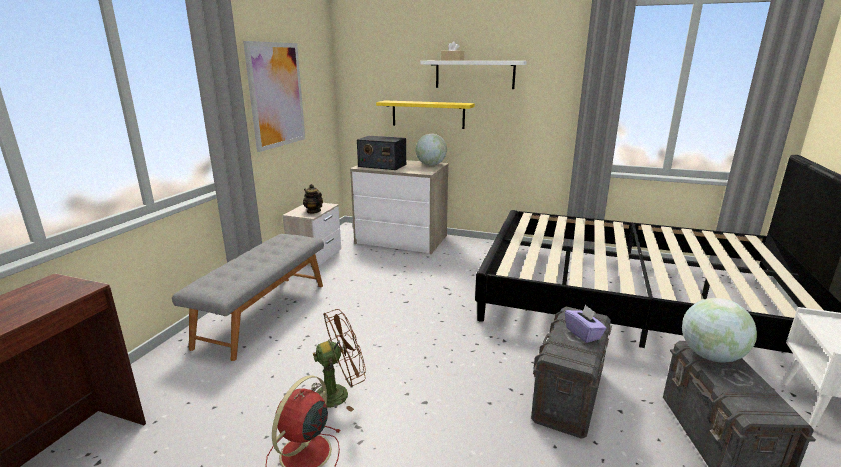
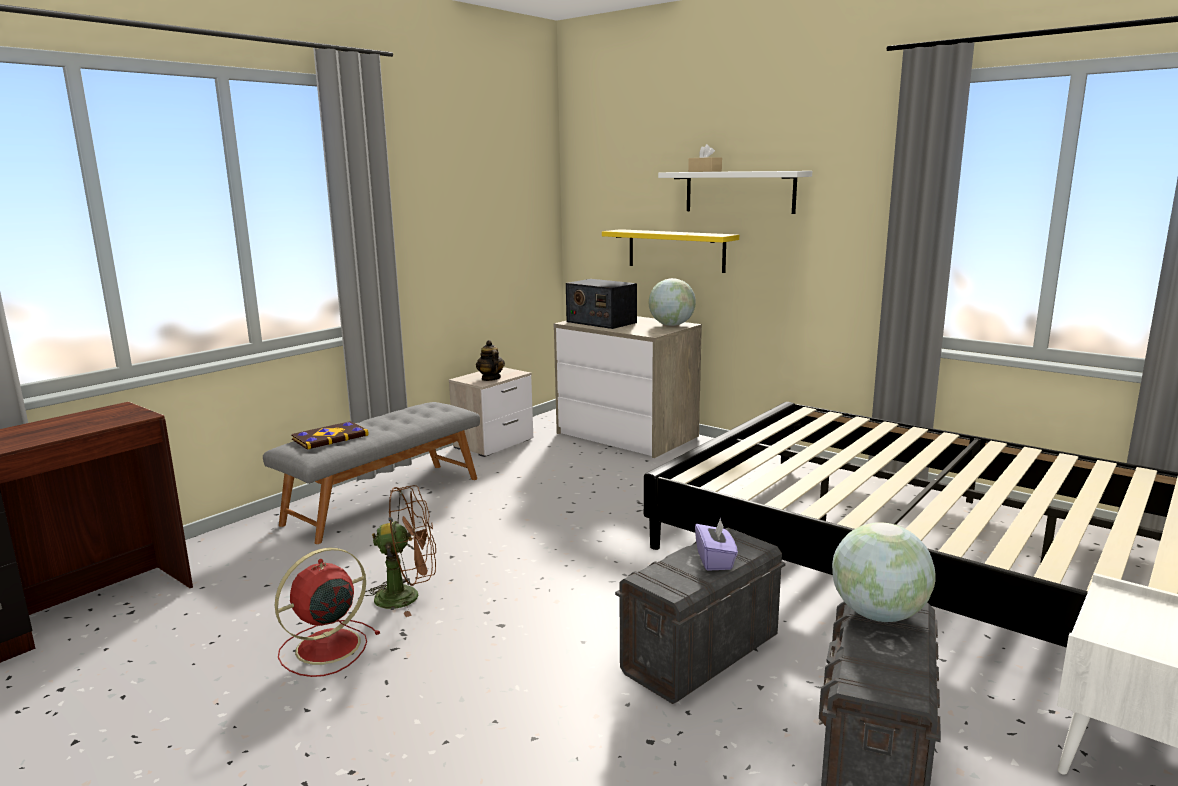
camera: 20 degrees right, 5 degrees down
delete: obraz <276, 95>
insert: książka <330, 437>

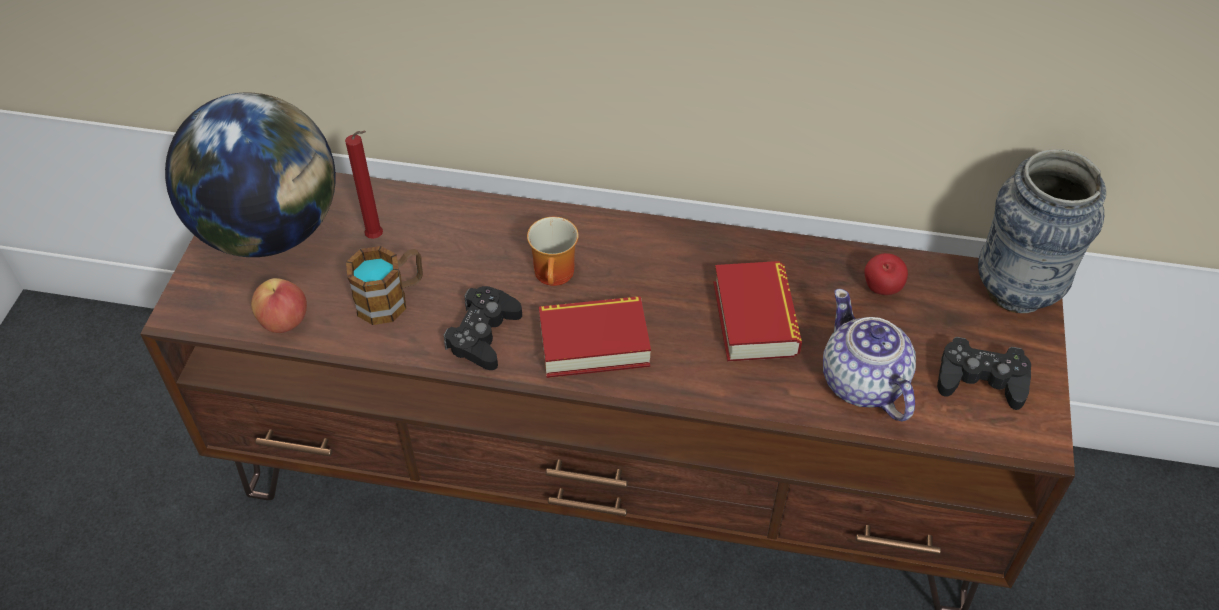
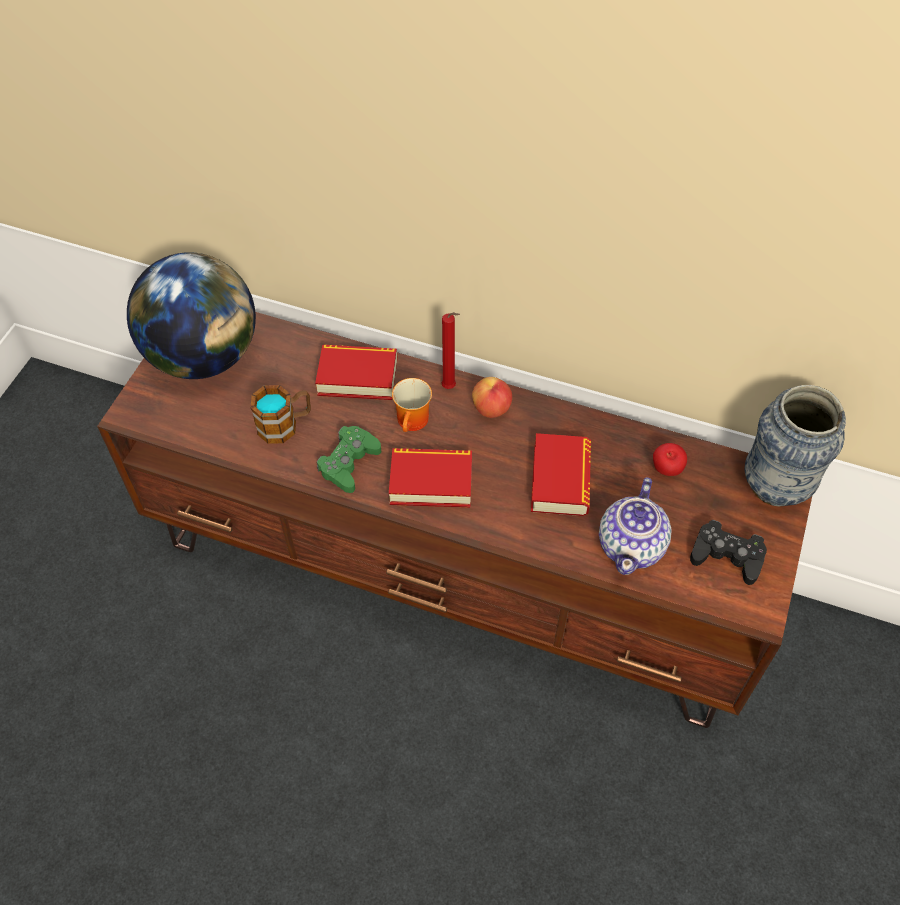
camera: 10 degrees right, 5 degrees up
insert: książka <358, 377>
move: jabłko <284, 321> to <491, 409>; świeca [czerwony] <377, 238> to <450, 388>
recolor: pad do gier [czarny] <483, 334> to pad do gier [zielony] <349, 463>
rotate: imbryk <862, 383> = <632, 545> 150 degrees counterclockwise

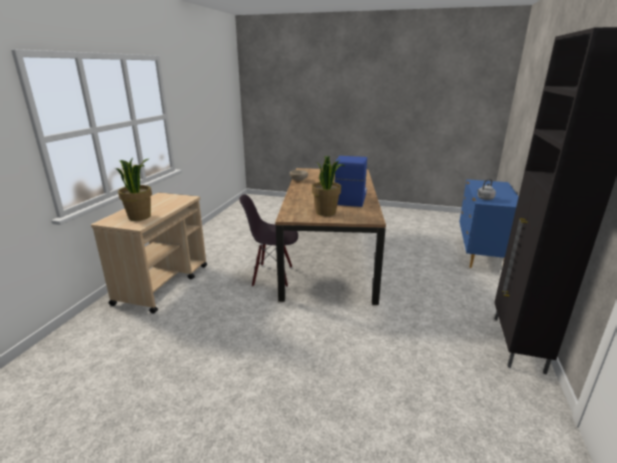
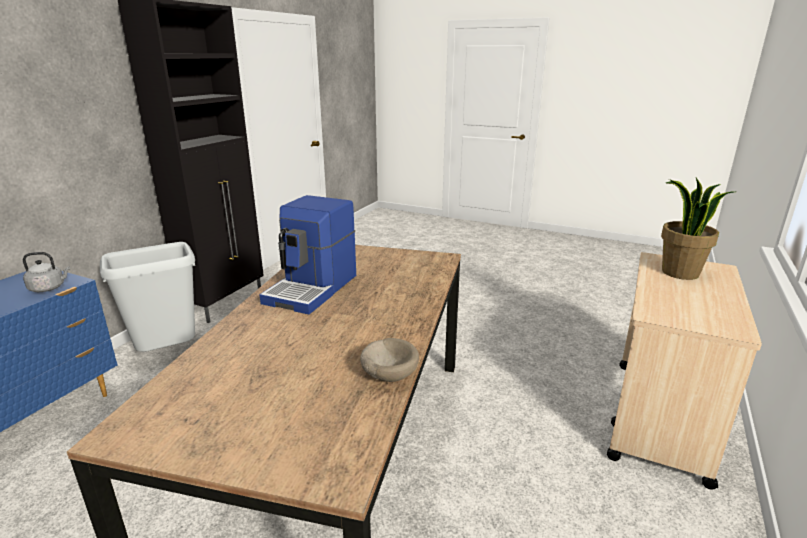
camera: 170 degrees left, 0 degrees up
delete: krzesło [czarny] <272, 275>; roślina doniczkowa <326, 212>
insert: kosz na śmieci [szary] <167, 354>

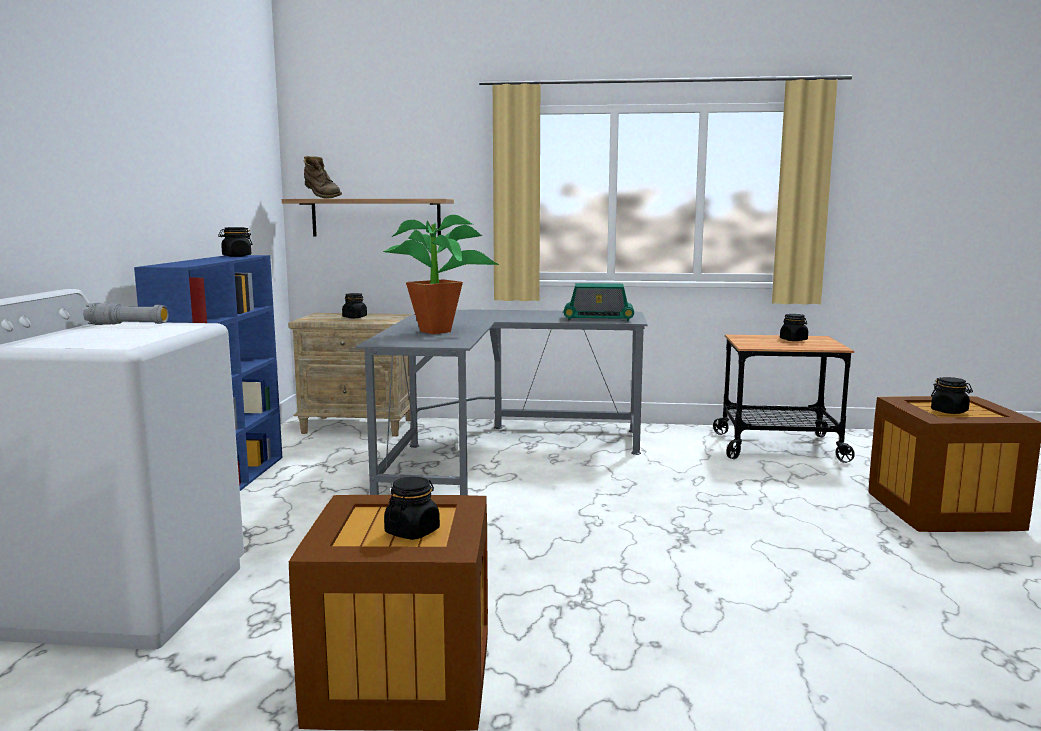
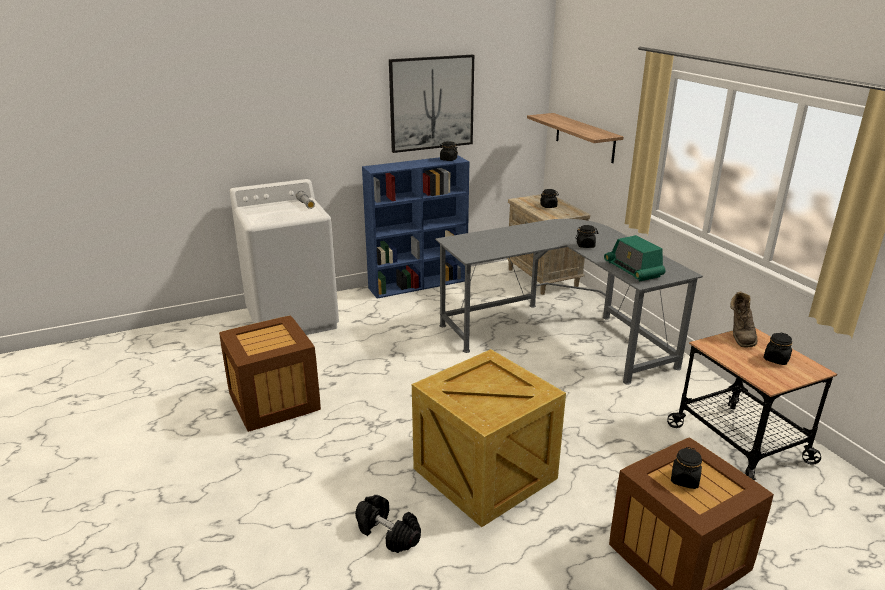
camera: 60 degrees right, 15 degrees up
delete: roślina doniczkowa <442, 331>
insert: hantel [czarny] <387, 533>; obraz <431, 103>; skrzynka <487, 473>
move: but z cholewką [brązowy] <321, 198> to <740, 336>; słoik [czarny] <412, 532> to <585, 245>

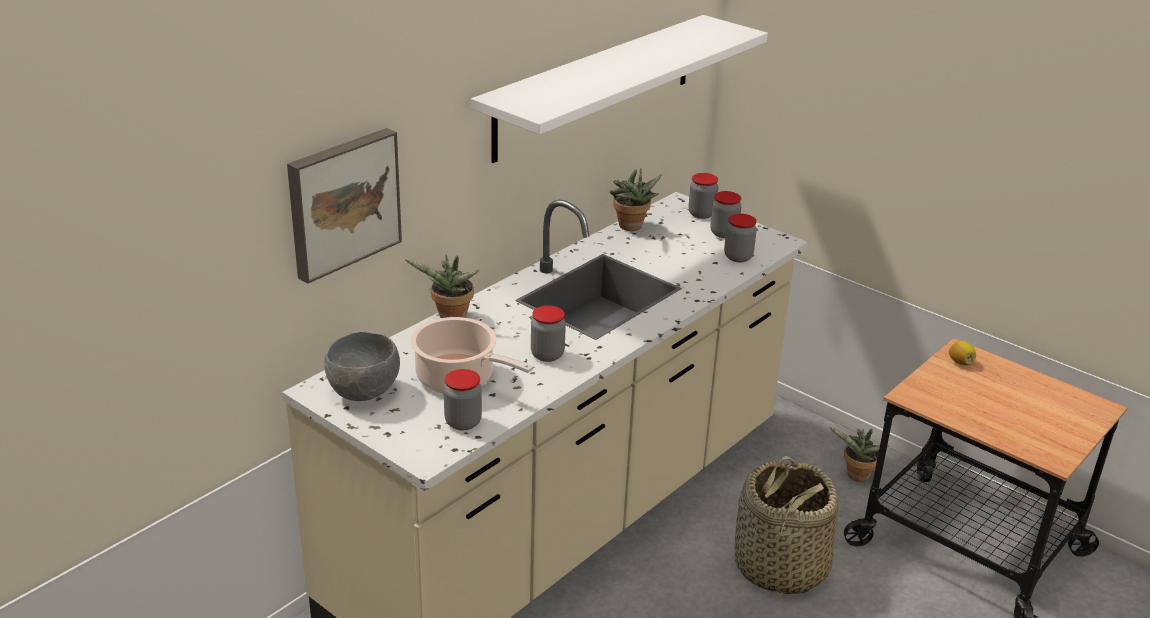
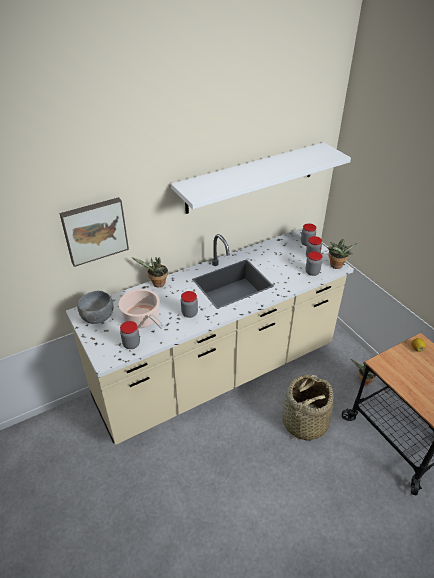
camera: 20 degrees right, 10 degrees up
move: roślina doniczkowa <631, 228> to <336, 266>

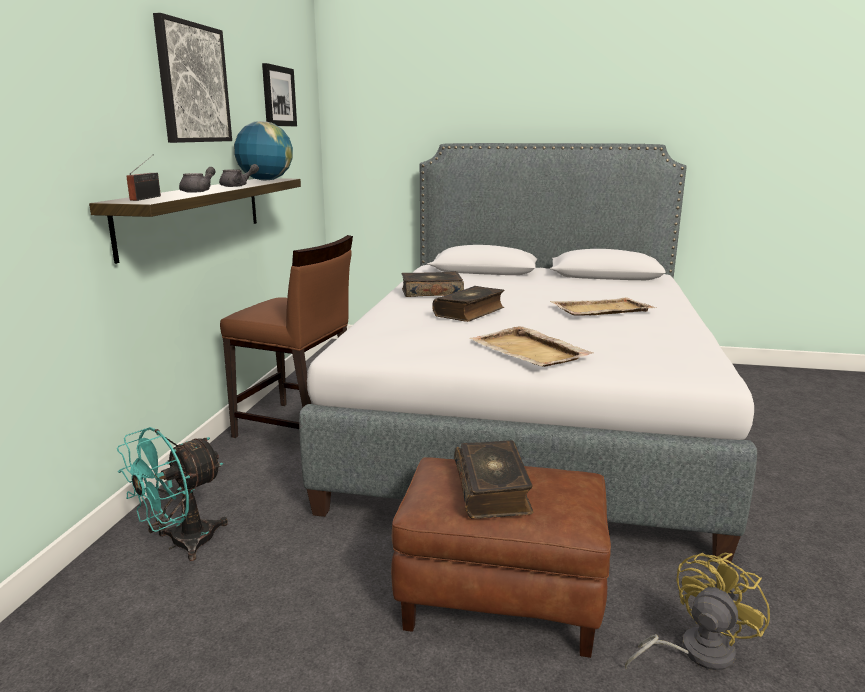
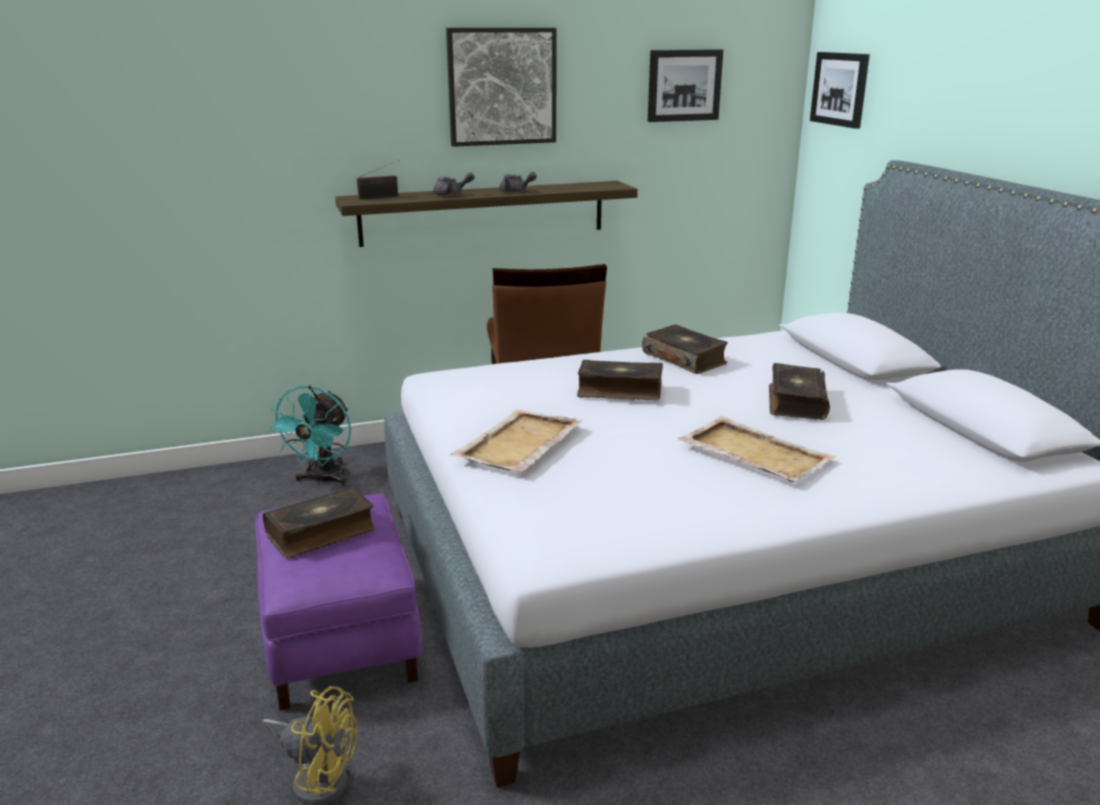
camera: 60 degrees right, 5 degrees up
delete: globus <265, 180>
insert: książka <795, 402>; obraz <840, 89>
recolor: pufa [brązowy] <502, 596> to pufa [fioletowy] <341, 641>
rotate: wentylator [turkusowy] <181, 544> = <323, 480> 90 degrees counterclockwise

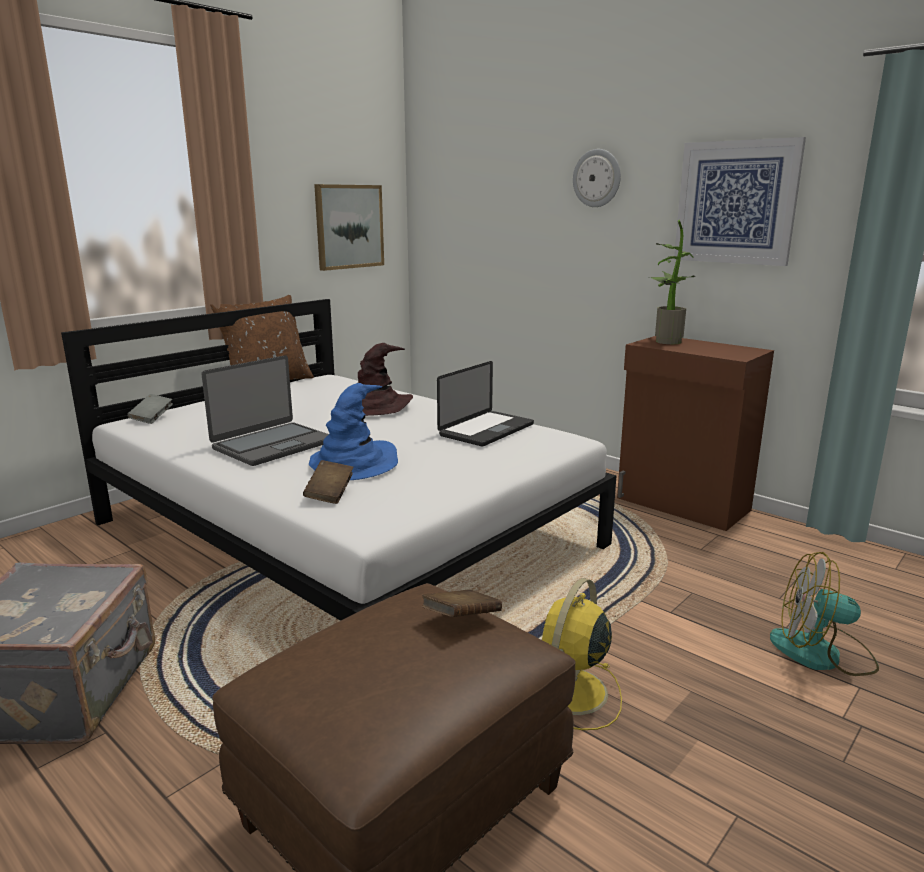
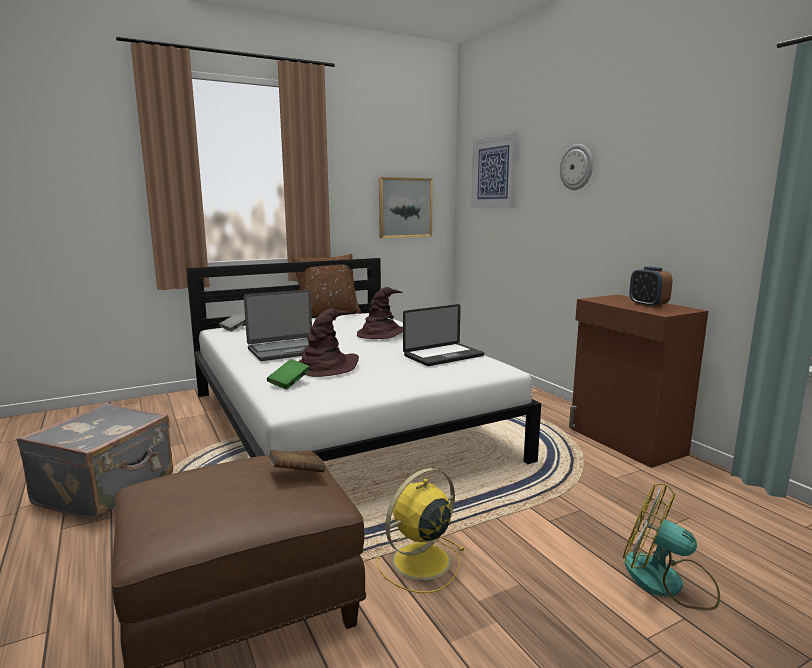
camera: 20 degrees right, 5 degrees down
delete: roślina doniczkowa <665, 341>
insert: budzik <648, 305>
move: obraz <736, 202> to <494, 173>
recolor: książka [brązowy] <330, 494> to książka [zielony] <289, 383>; kapelusz [niebieski] <354, 463> to kapelusz [brązowy] <326, 366>

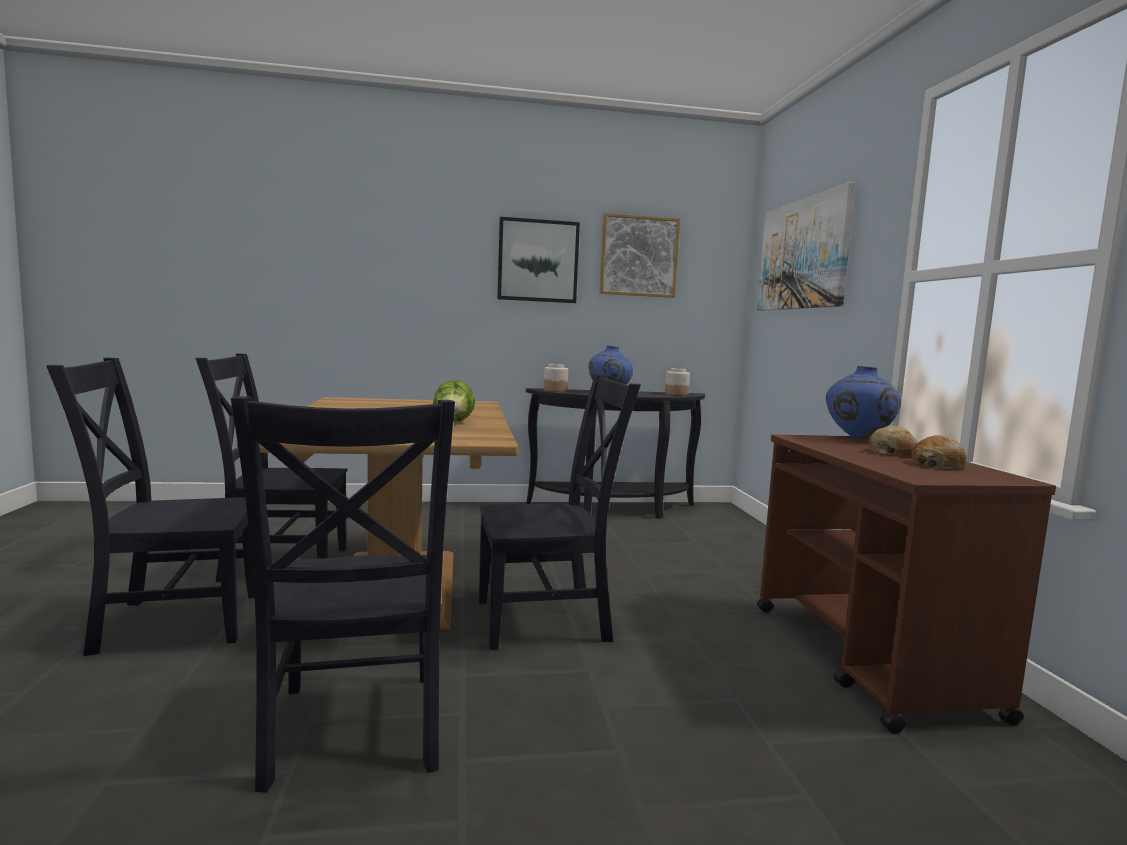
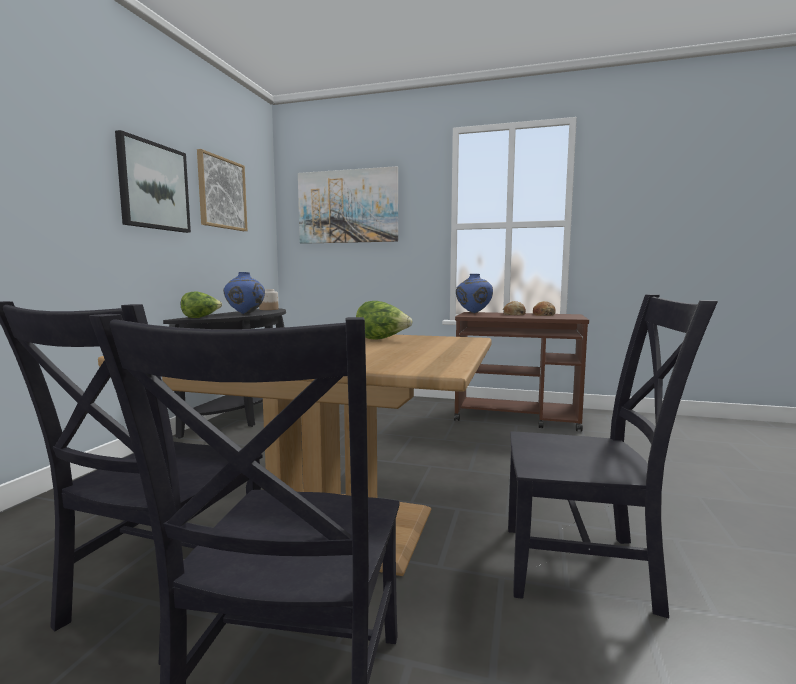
camera: 65 degrees left, 0 degrees up
delete: krzesło [czarny] <549, 620>
replace: słoik <555, 390> to sałata <201, 317>

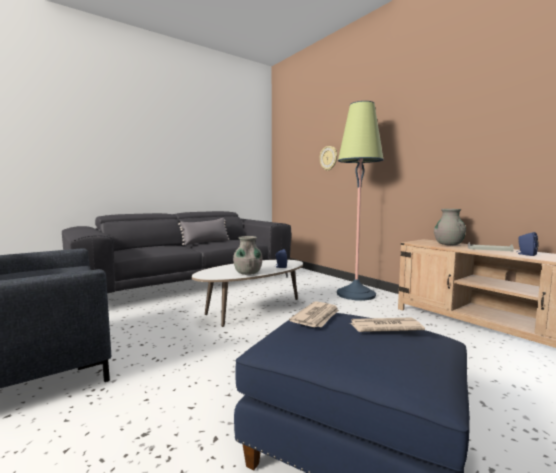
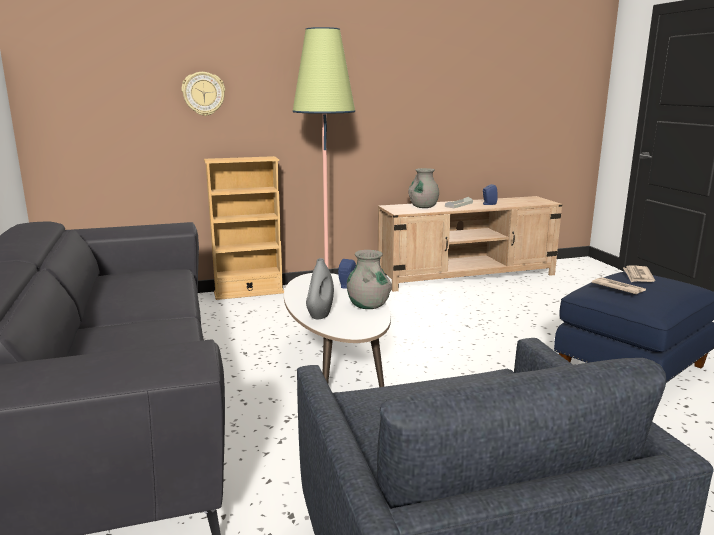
camera: 70 degrees left, 10 degrees up
delete: poduszka [szary] <206, 242>
insert: regał [beżowy] <249, 292>; wazon [szary] <320, 315>

